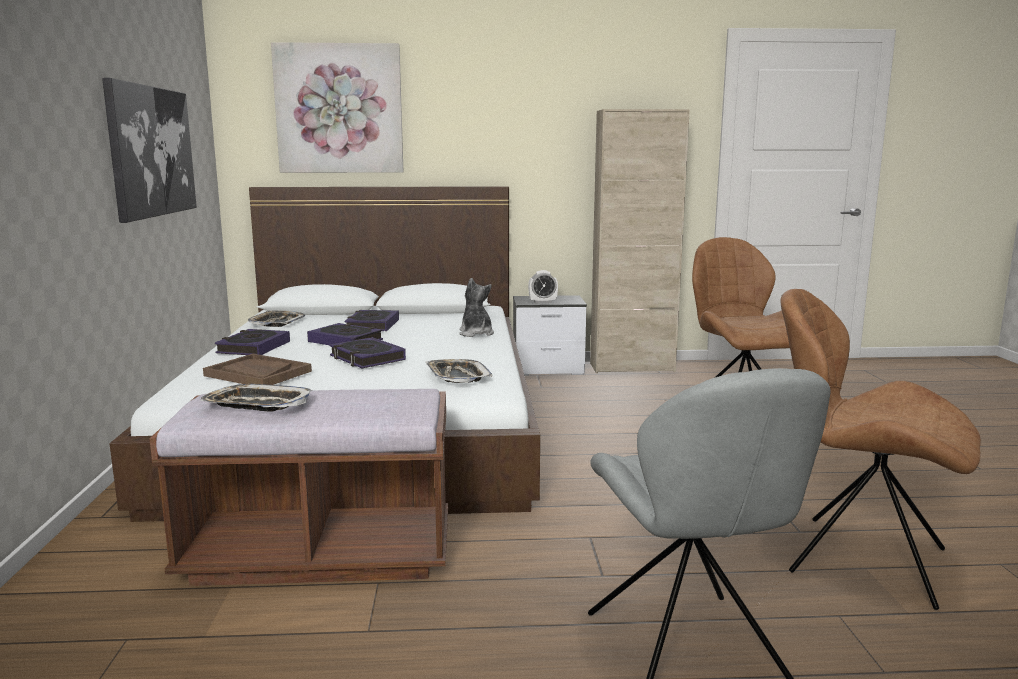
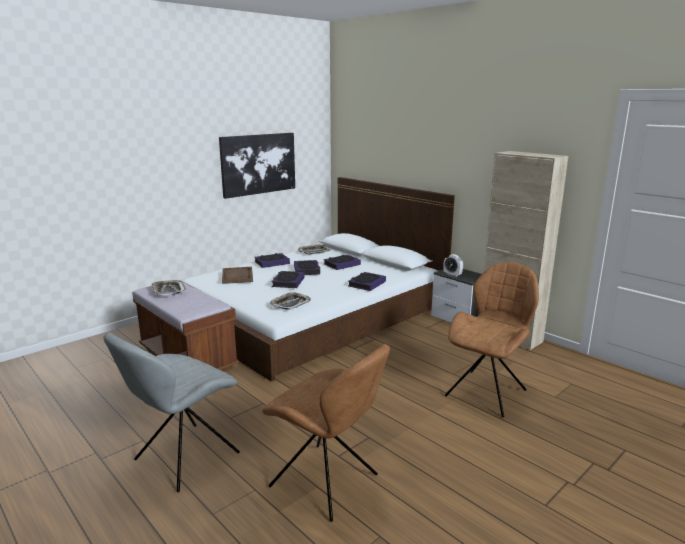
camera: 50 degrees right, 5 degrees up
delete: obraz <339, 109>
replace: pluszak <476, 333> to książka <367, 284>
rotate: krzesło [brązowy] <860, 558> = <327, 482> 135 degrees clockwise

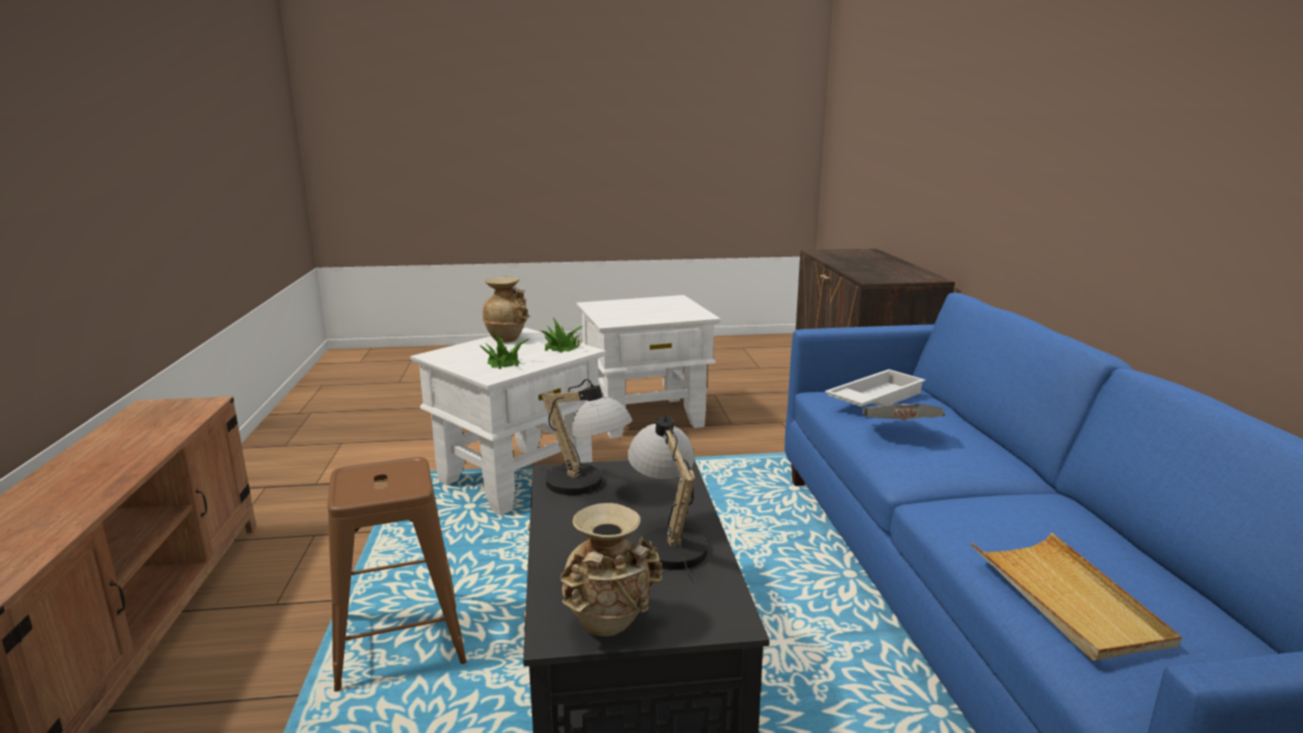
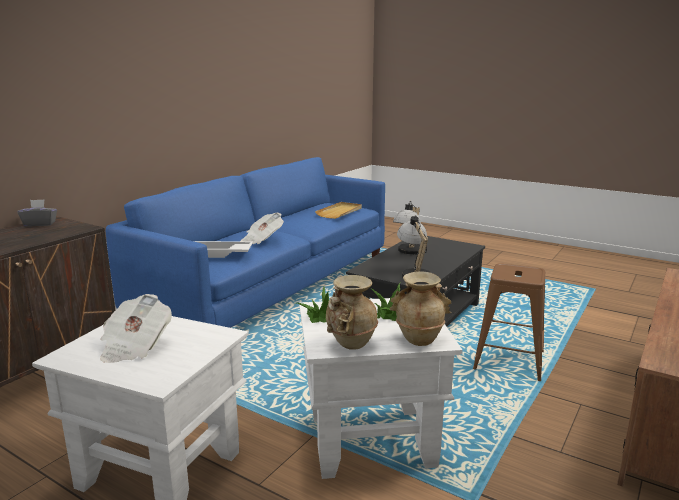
camera: 140 degrees left, 0 degrees up
insert: pudełko chusteczek [szary] <40, 224>; gazeta <135, 346>
move: wazon [beżowy] <609, 625> to <419, 339>

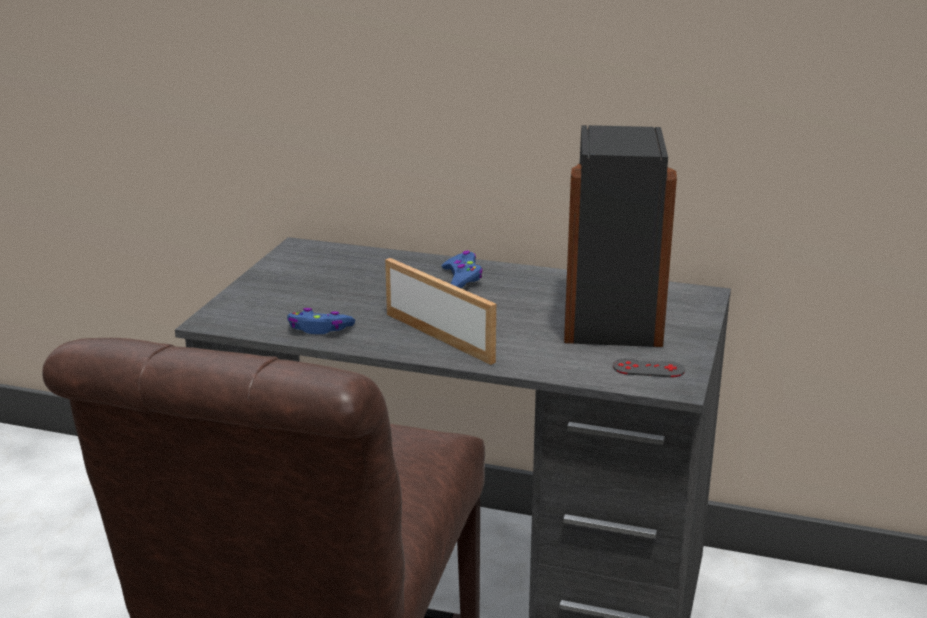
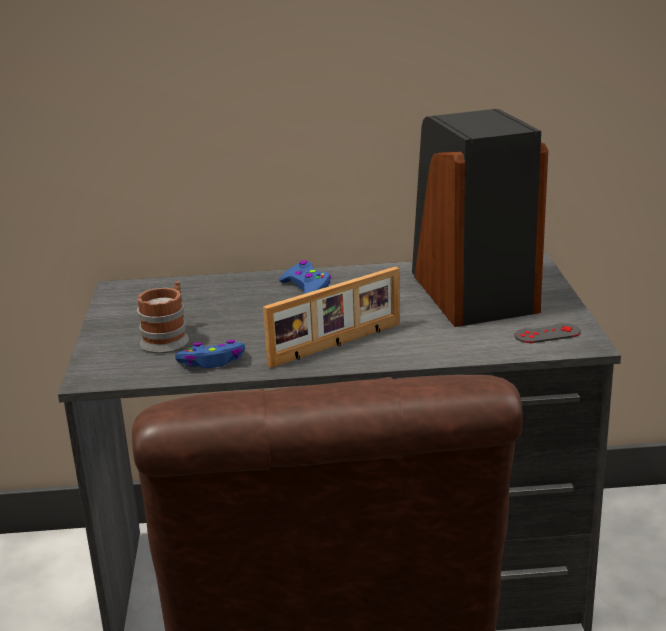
camera: 20 degrees left, 0 degrees up
insert: kubek <168, 339>
rotate: ramka na zdjęcie <440, 337> = <337, 345> 120 degrees clockwise

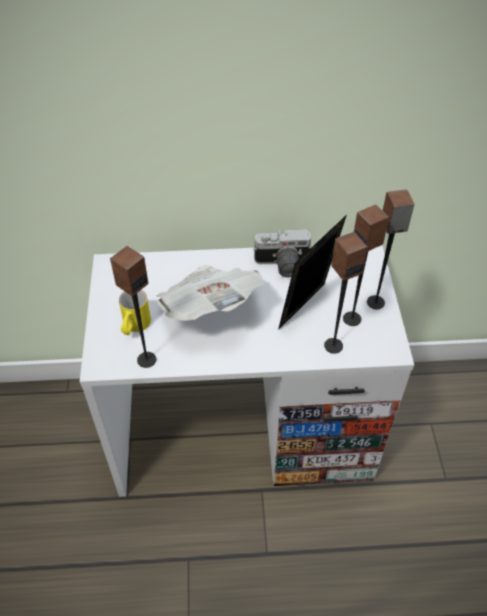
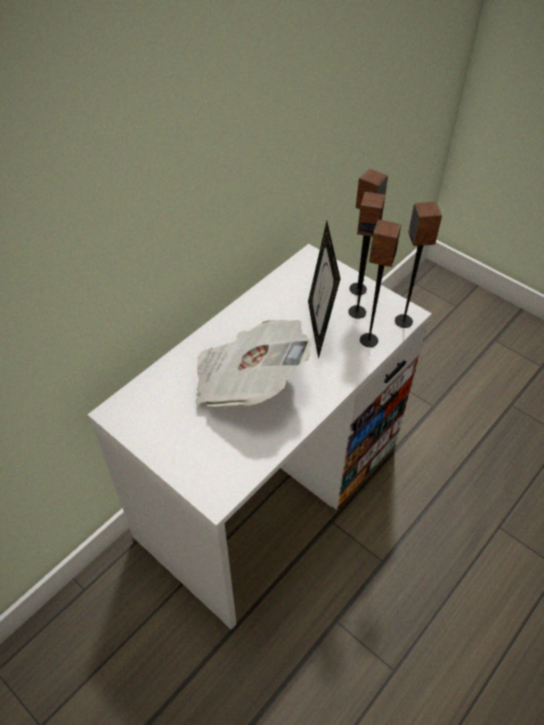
camera: 45 degrees left, 0 degrees up
delete: kubek [żółty] <134, 327>; aparat fotograficzny <282, 265>
move: głośnik <146, 359> to <403, 321>

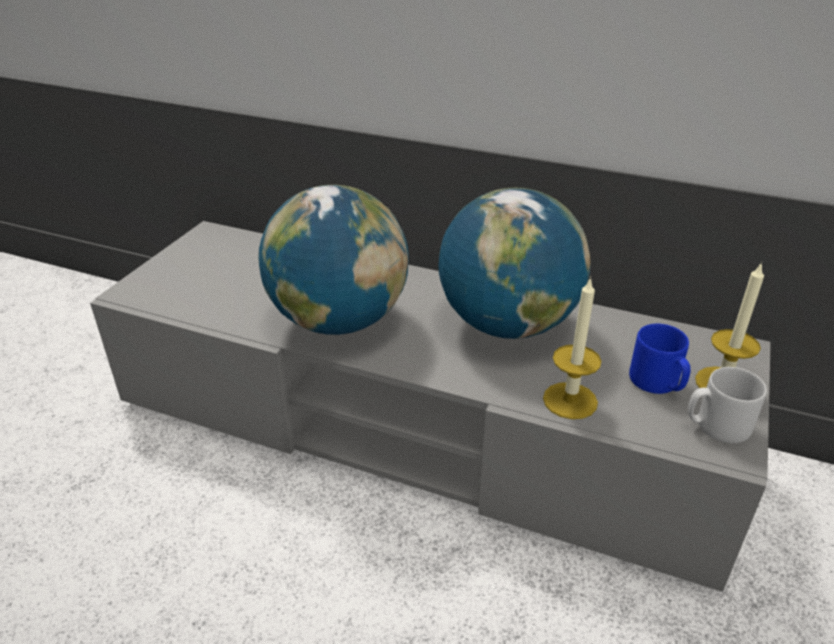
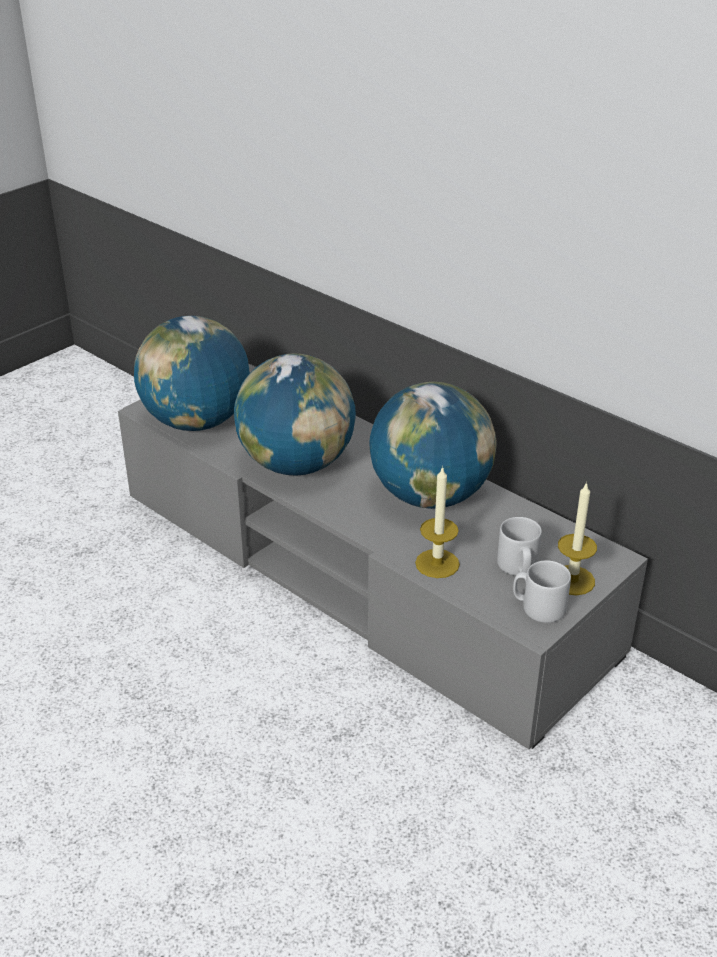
camera: 20 degrees right, 0 degrees up
insert: globus <196, 422>
recolor: kubek [niebieski] <657, 383> to kubek [szary] <518, 567>

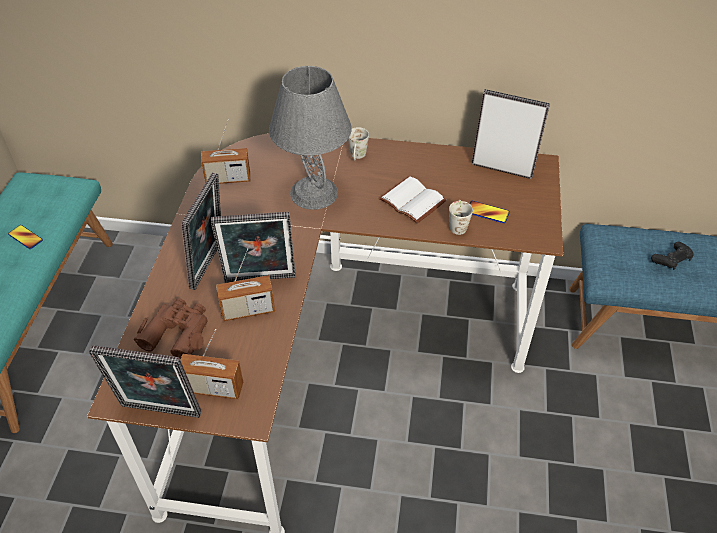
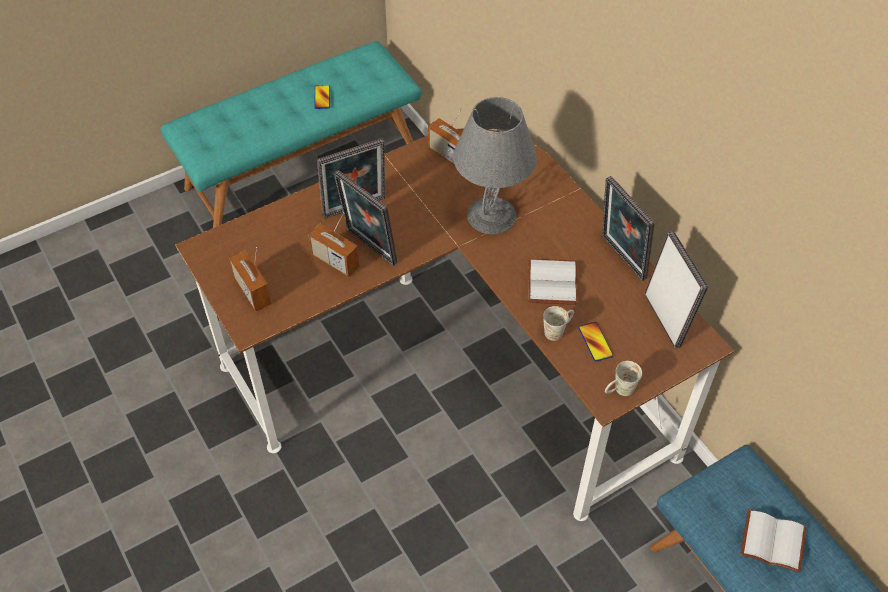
camera: 50 degrees right, 5 degrees up
delete: lornetka [brązowy] <177, 333>
move: ramka na zdjęcie <159, 413> to <620, 258>; kubek [biały] <357, 157> to <619, 391>
replace: pad do gier [czarny] <671, 260> to książka [biały] <771, 543>

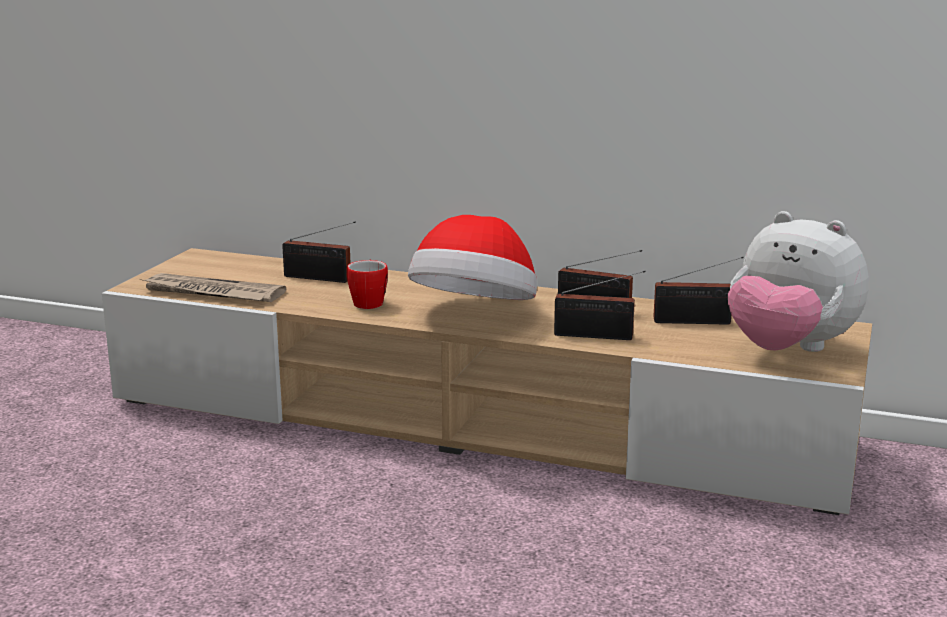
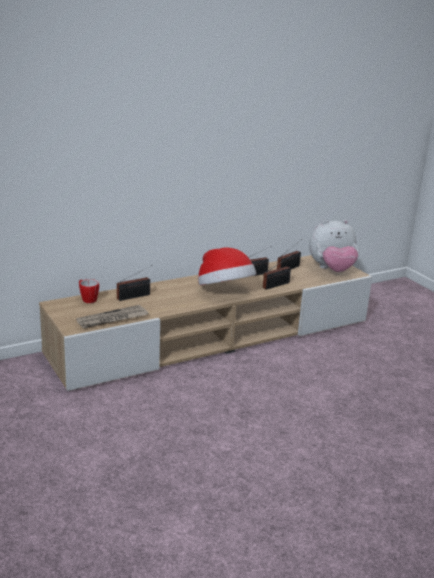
camera: 50 degrees left, 5 degrees up
move: kubek <369, 302> to <87, 299>

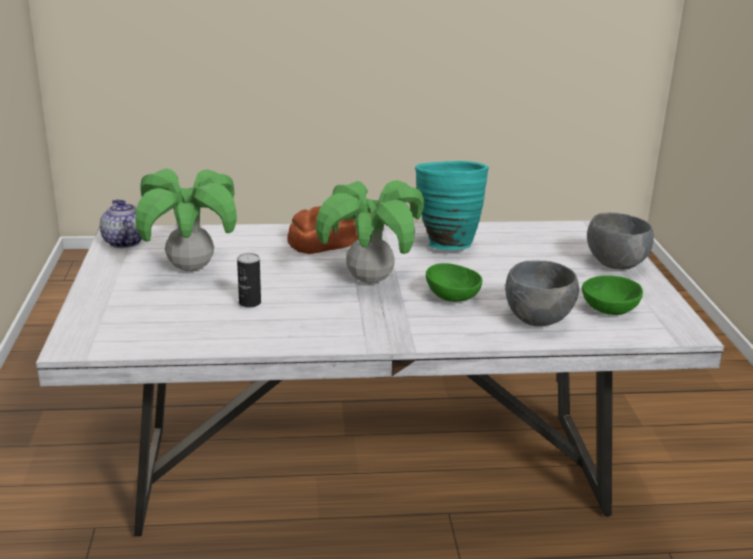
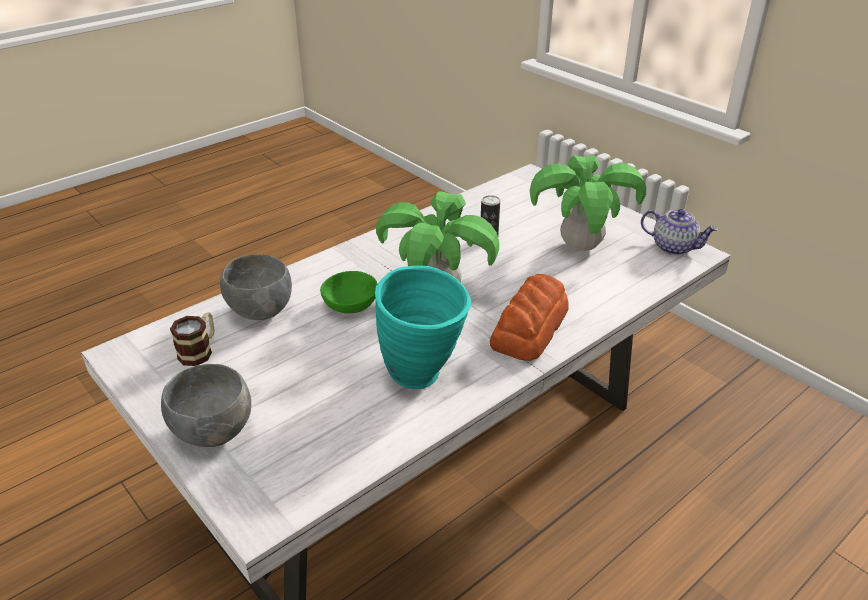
camera: 145 degrees right, 10 degrees up
replace: miska [zielony] <609, 310> to kubek <199, 351>

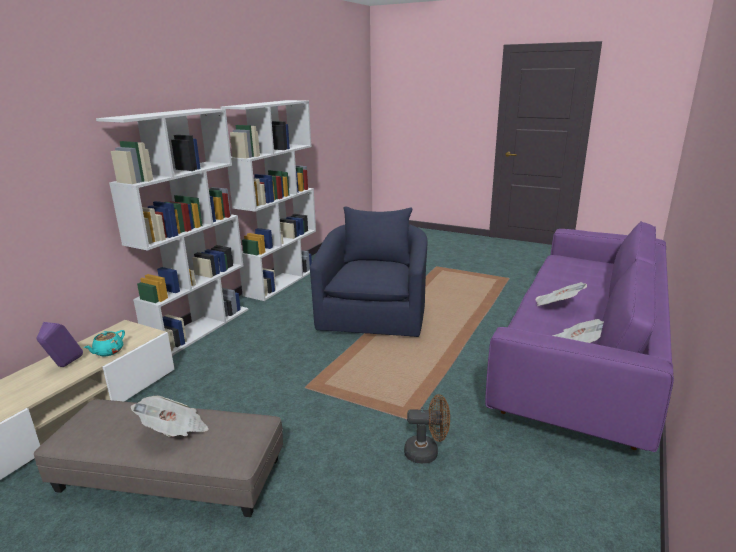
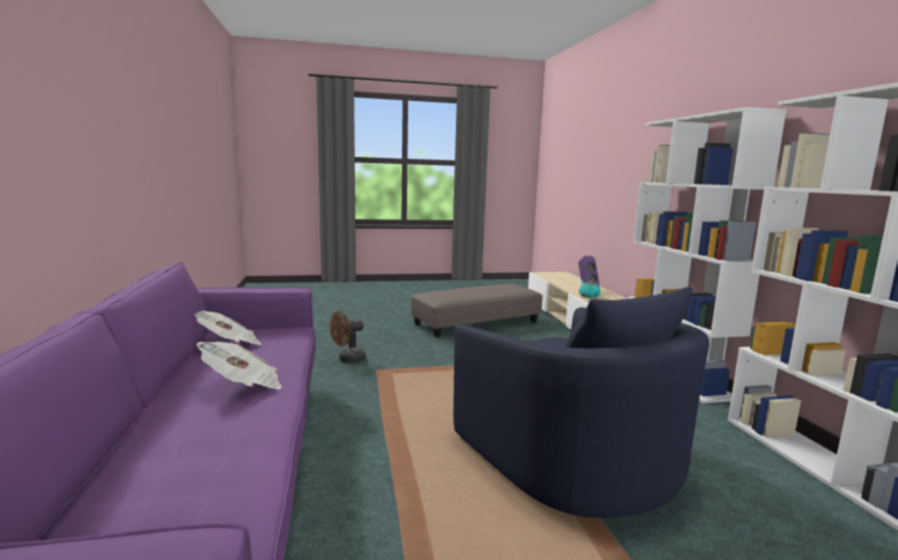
camera: 140 degrees right, 10 degrees down
delete: gazeta <174, 431>

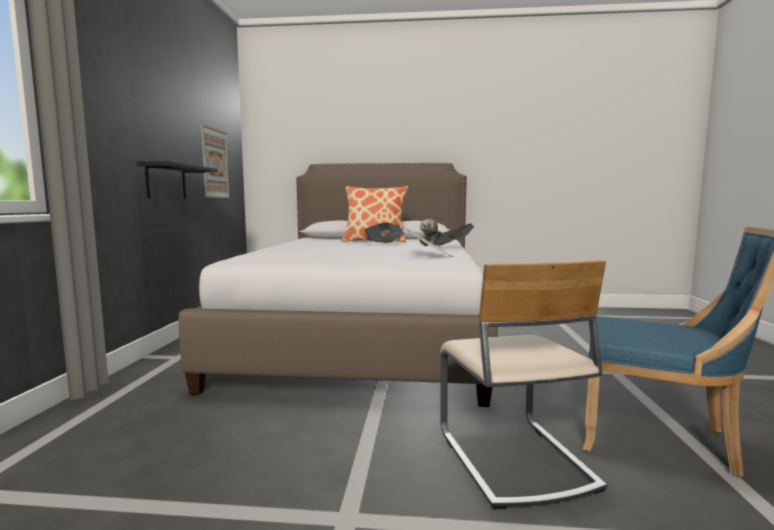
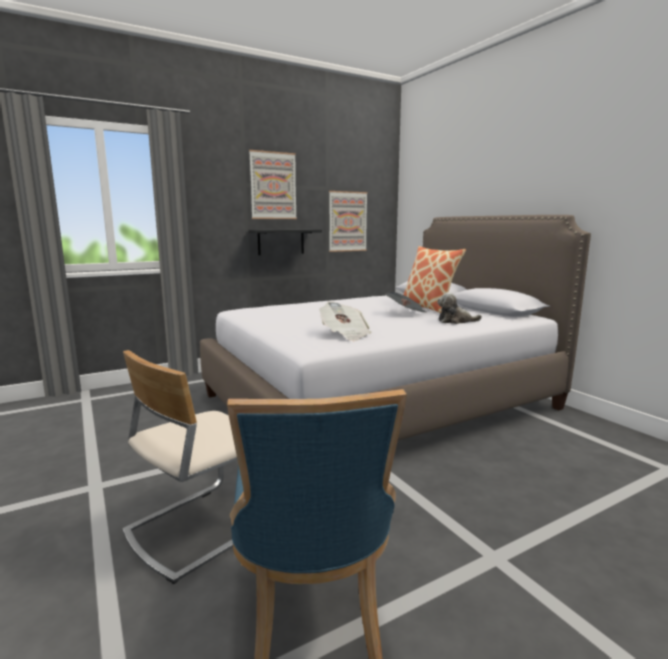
camera: 55 degrees right, 5 degrees up
delete: gazeta <452, 247>
insert: obraz <273, 186>

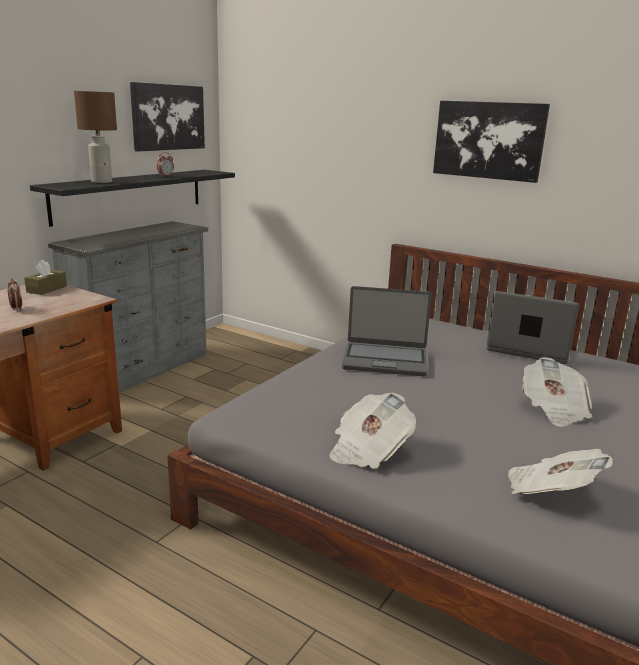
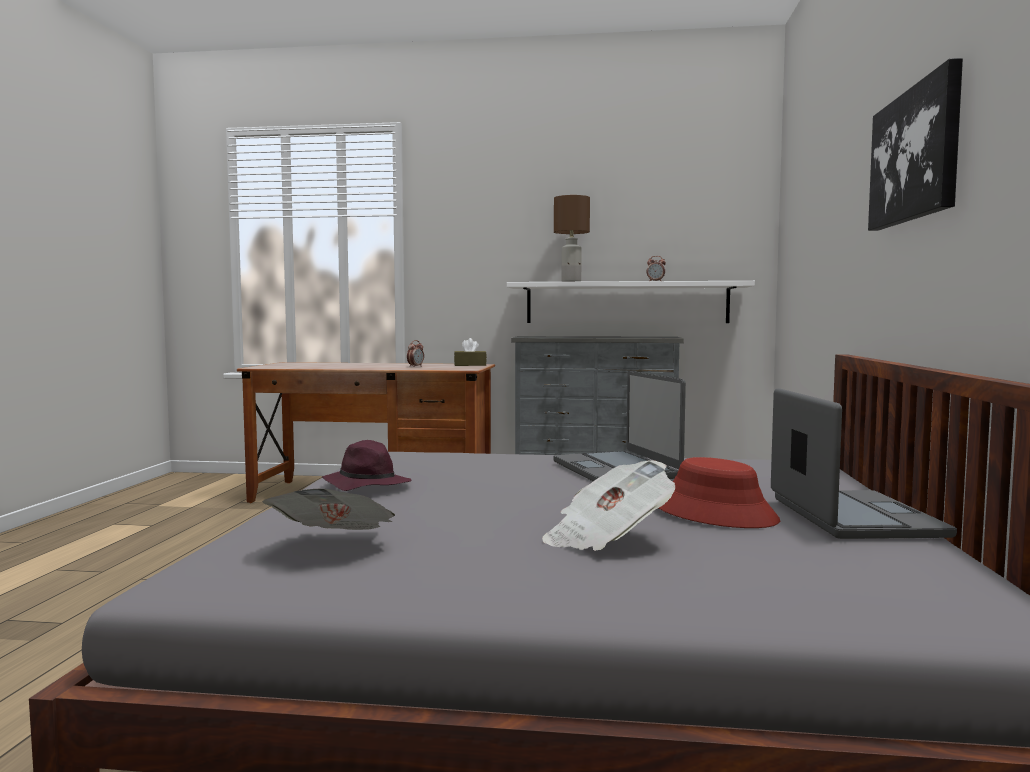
camera: 65 degrees right, 15 degrees down
delete: obraz <168, 117>
insert: kapelusz [czerwony] <715, 513>
replace: gazeta <368, 450> to kapelusz [fioletowy] <366, 485>
recolor: półka [czarny] <131, 195> to półka [biały] <626, 303>

